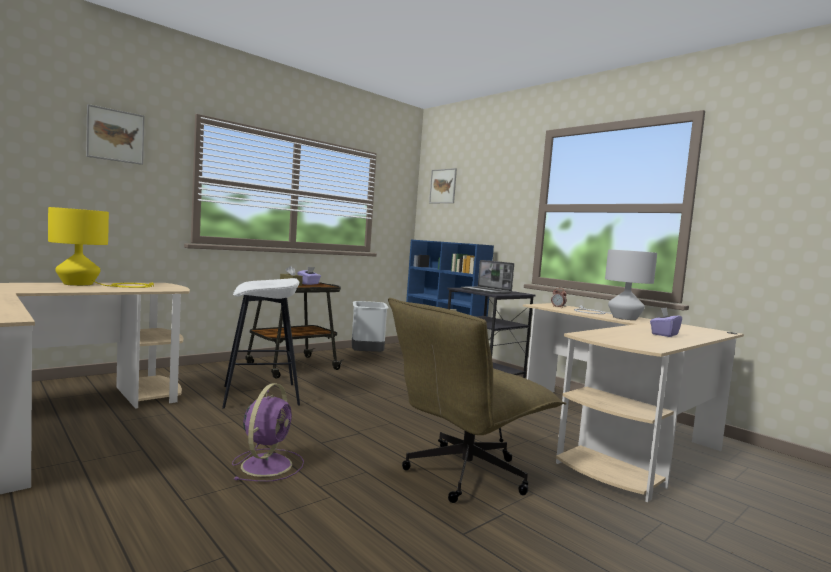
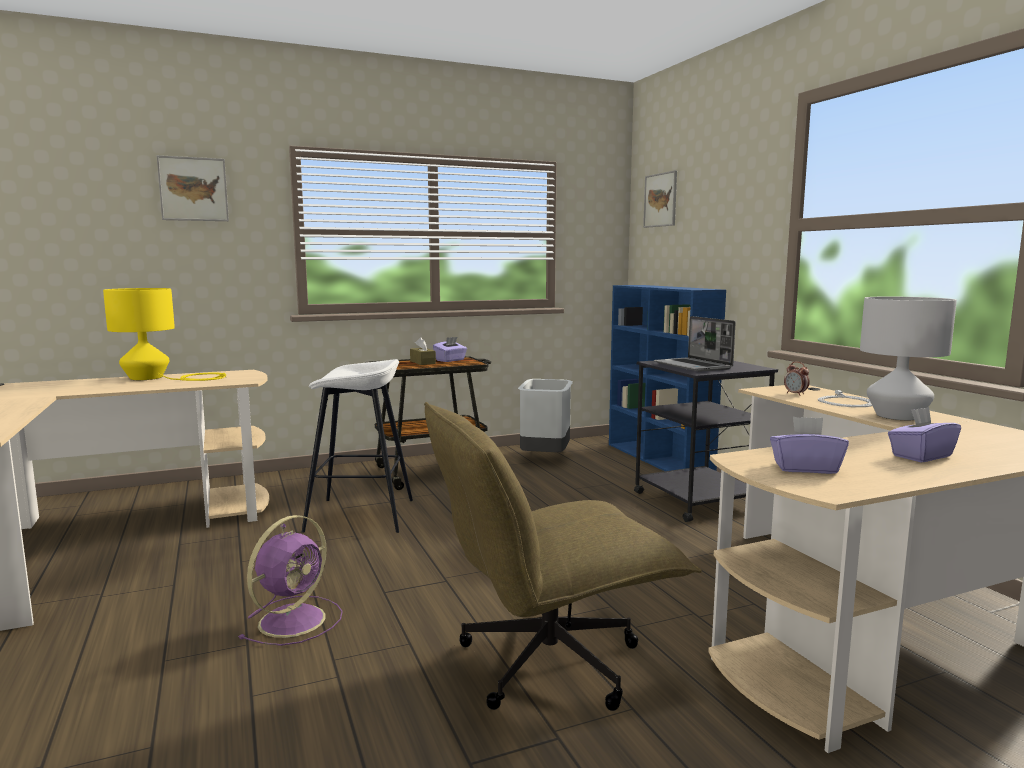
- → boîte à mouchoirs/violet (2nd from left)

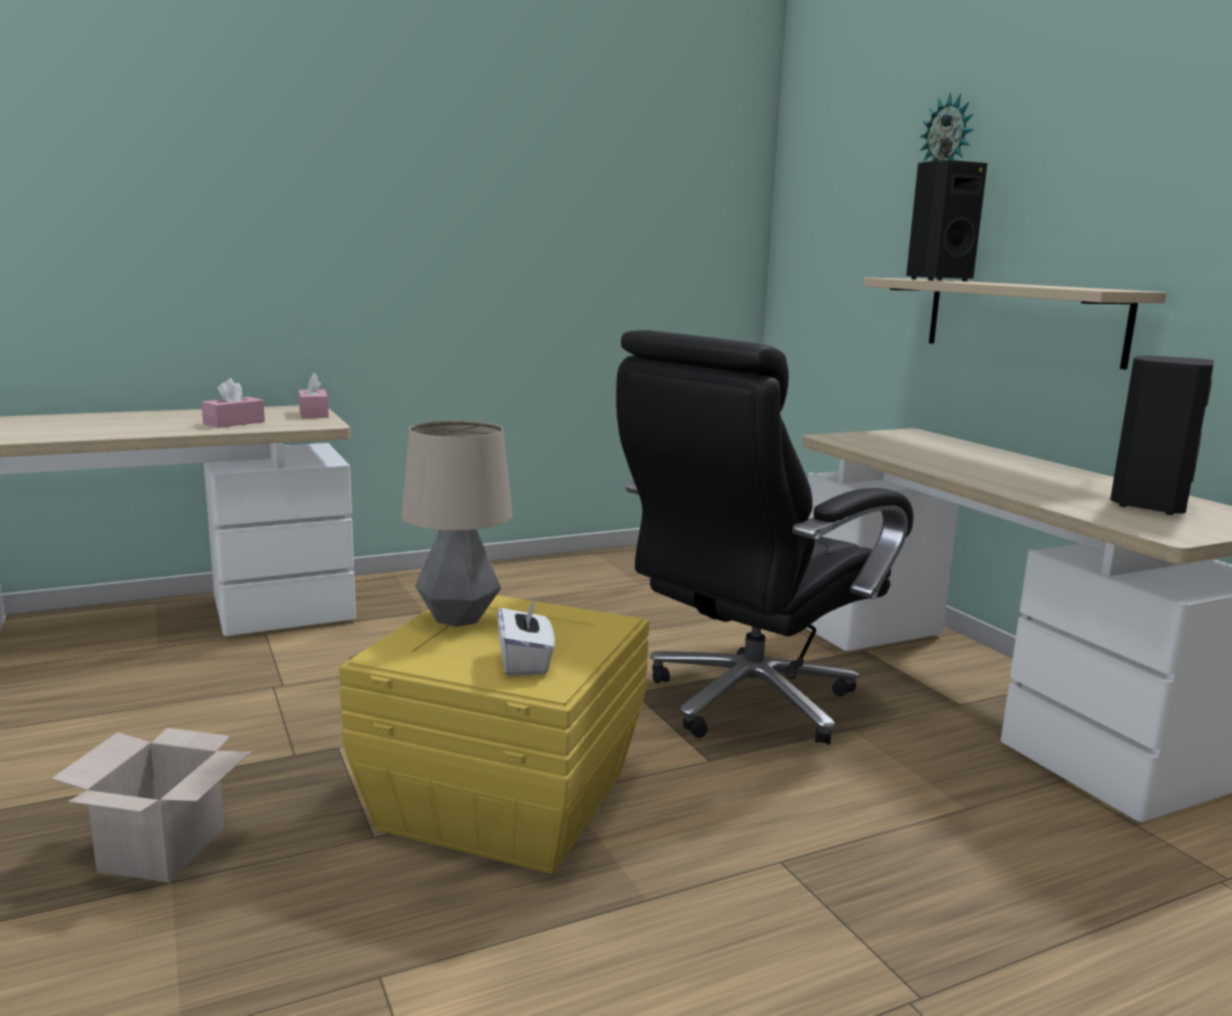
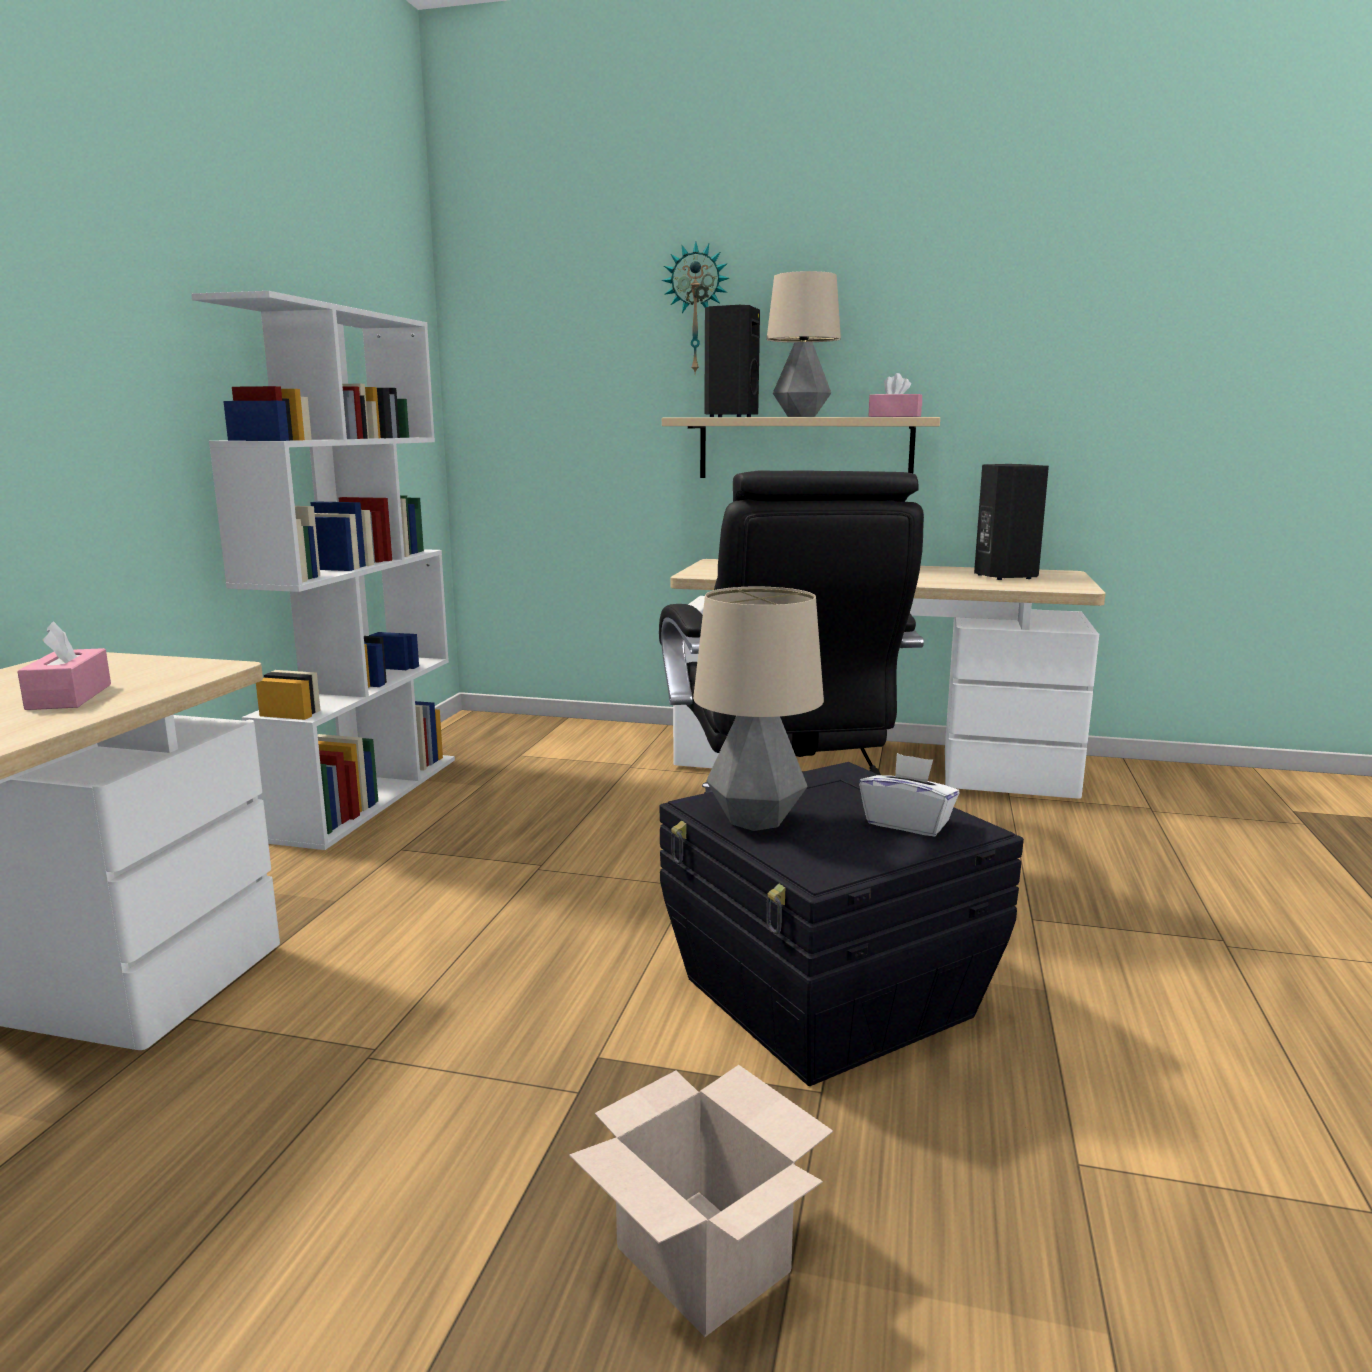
boîte à mouchoirs/rose (2nd from left), move
boîte de rangement/jaune → boîte de rangement/noir
- → bibliothèque/blanc
- → lampe de table (2nd from left)

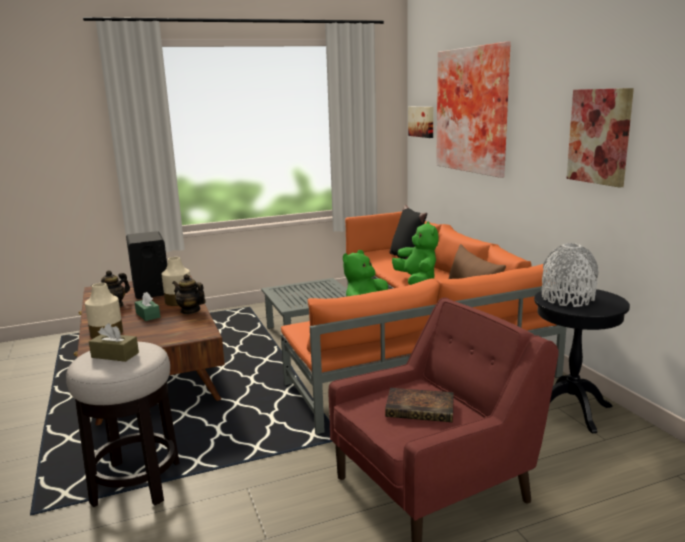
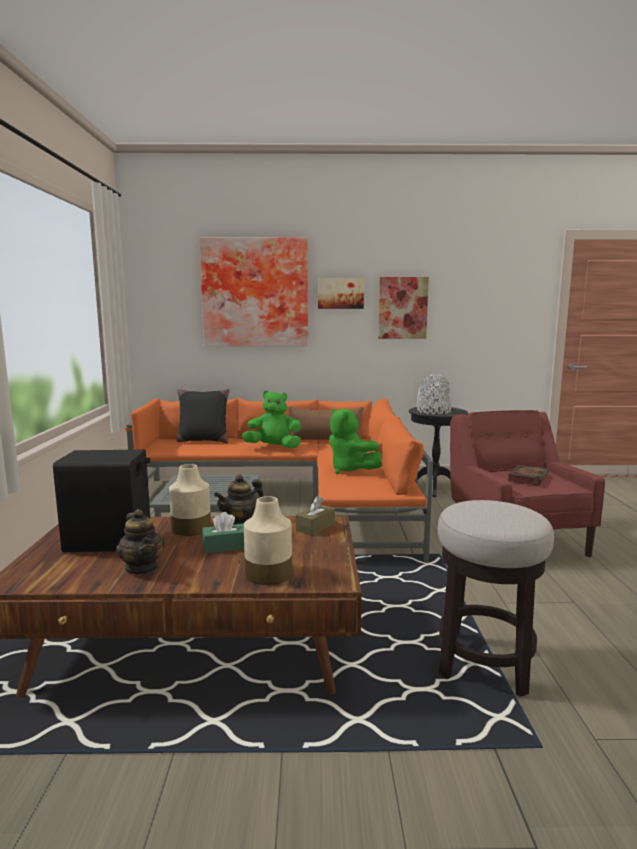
boîte à mouchoirs/marron, move
tableau (1st from left in the first image) → tableau (2nd from left), move

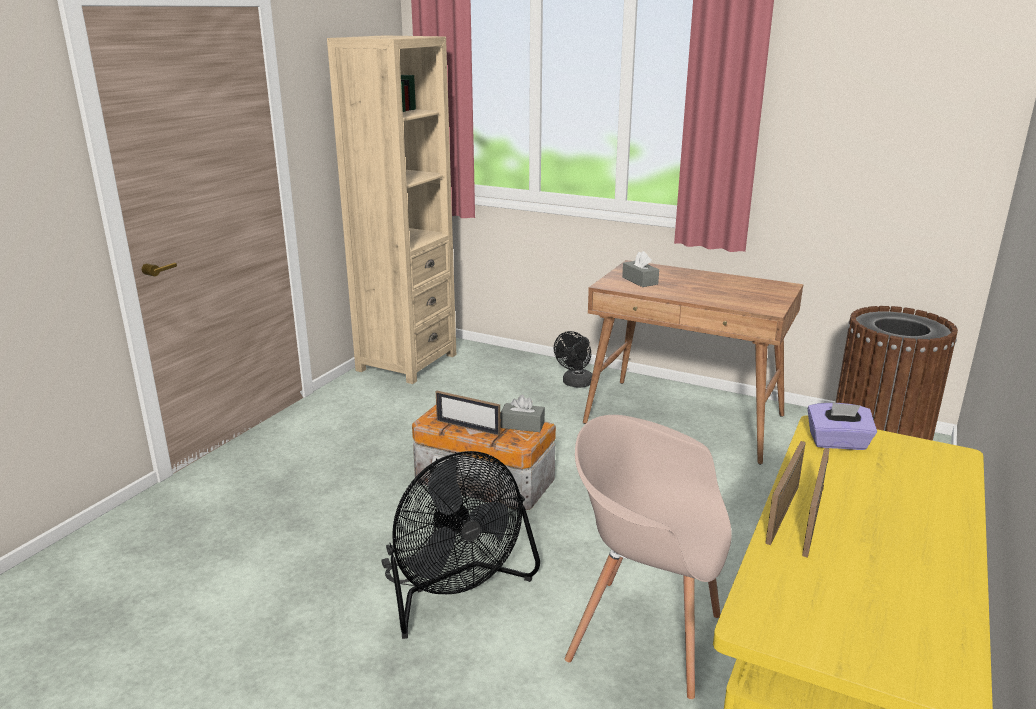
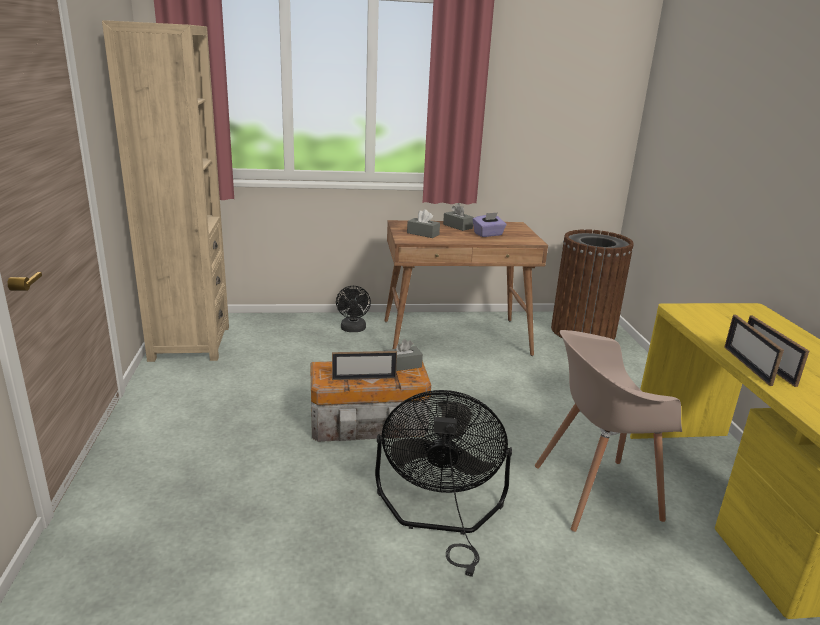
ventilateur/noir (1st from left in the first image) → ventilateur/noir (2nd from left), 105 degrees counterclockwise
boîte à mouchoirs/violet, move
- → boîte à mouchoirs/gris (3rd from left)

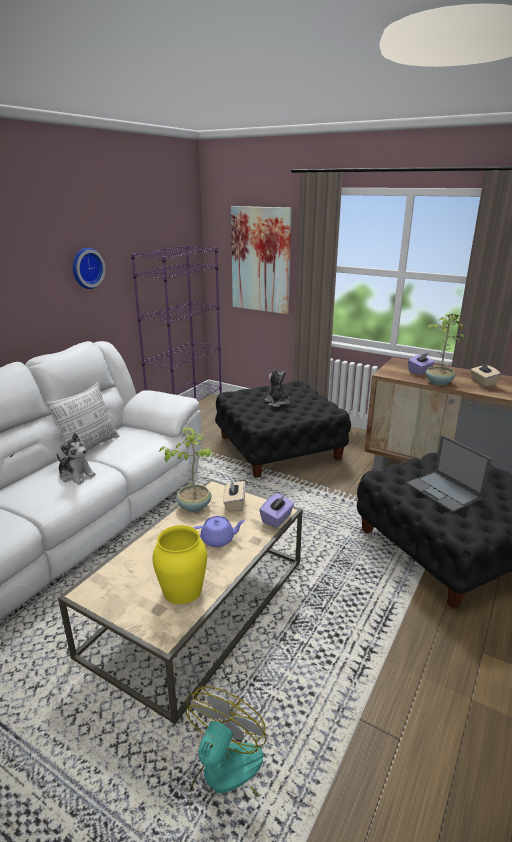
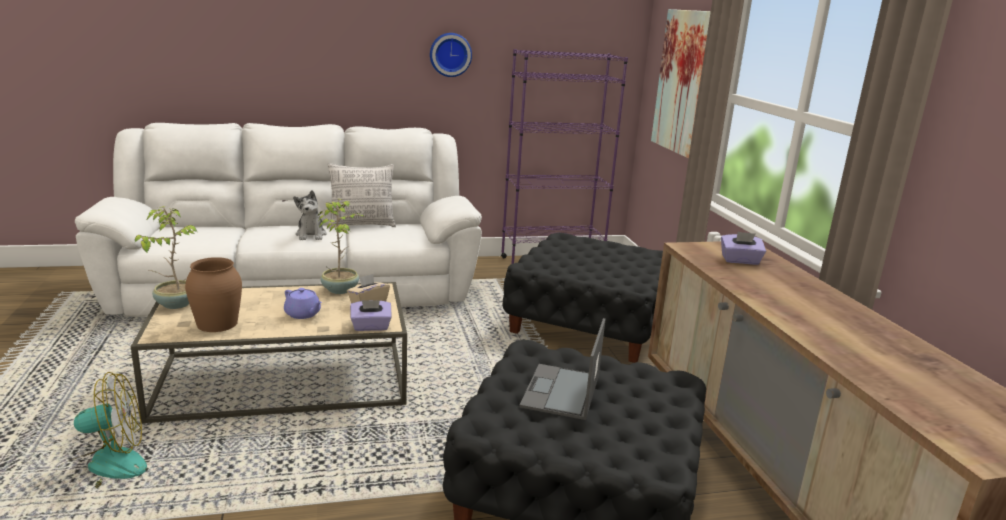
vase/jaune → vase/marron
peluche (2nd from left) → -
plante en pot (2nd from left in the first image) → plante en pot (1st from left), move
boîte à mouchoirs/beige (2nd from left) → -

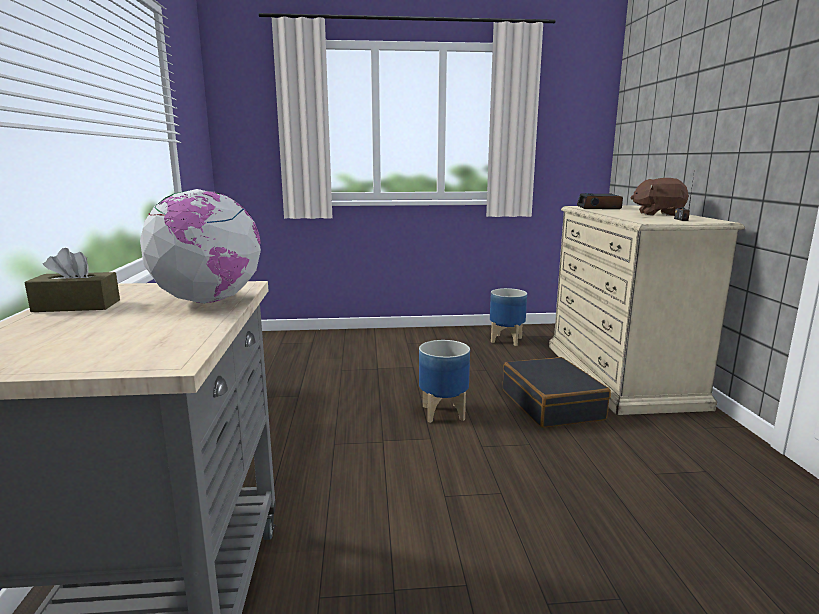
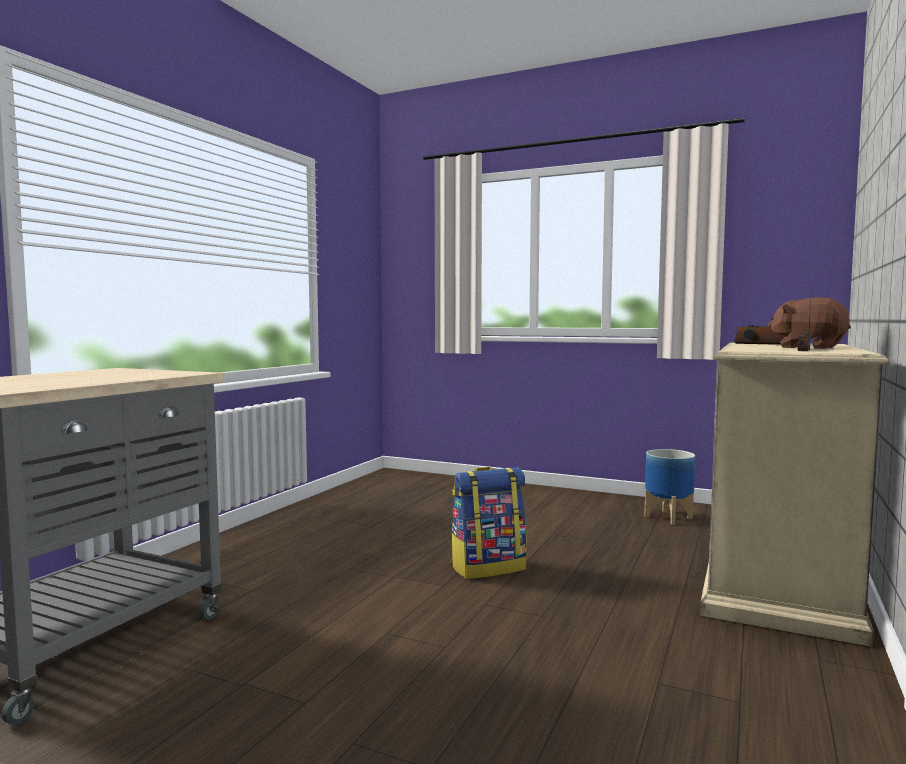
boîte à mouchoirs/marron → -
globe → -
cache-pot (1st from left) → sac à dos
valise/noir → -

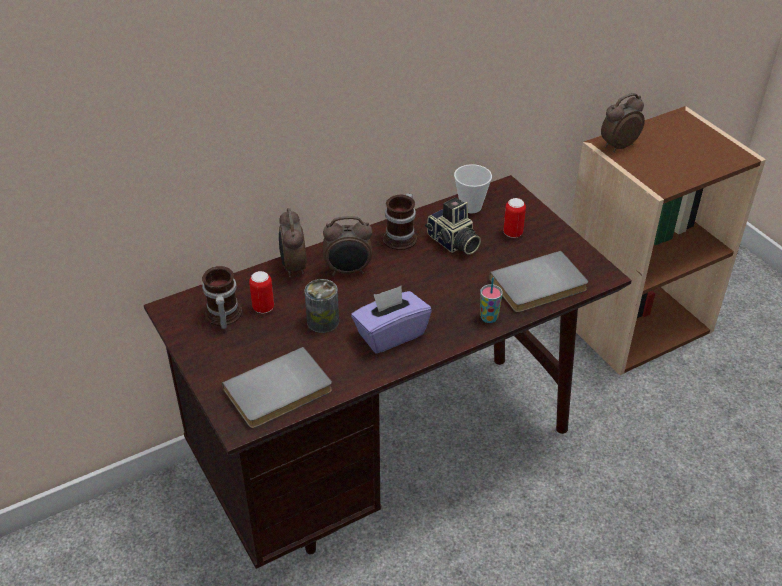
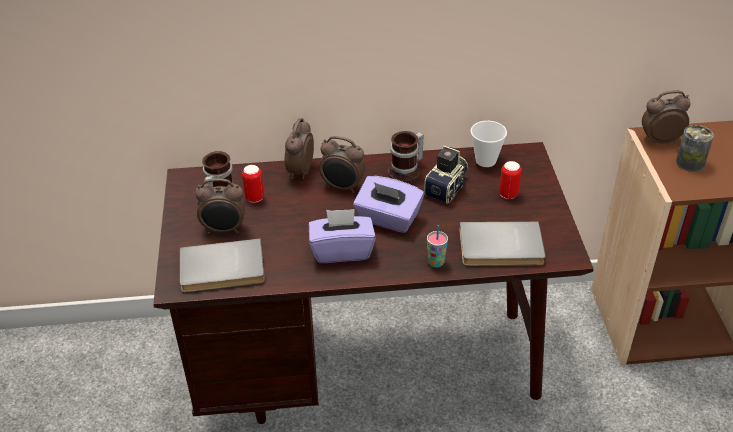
boîte métallique (2nd from left in the first image) → boîte métallique (3rd from left), move
appareil photo, 135 degrees counterclockwise
- → réveil (1st from left)
- → boîte à mouchoirs/violet (2nd from left)

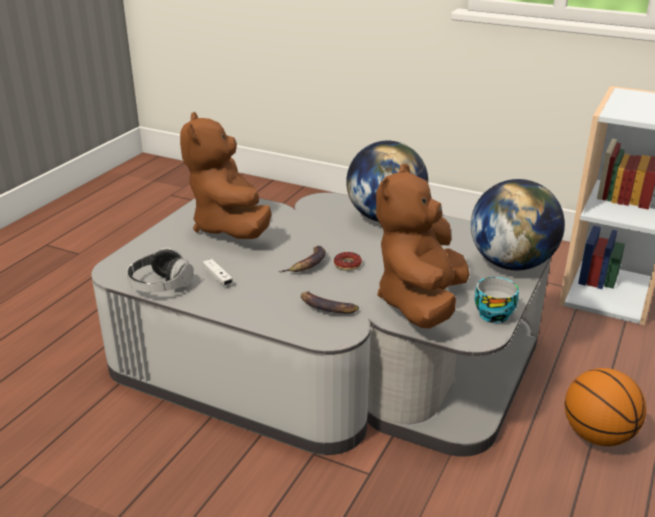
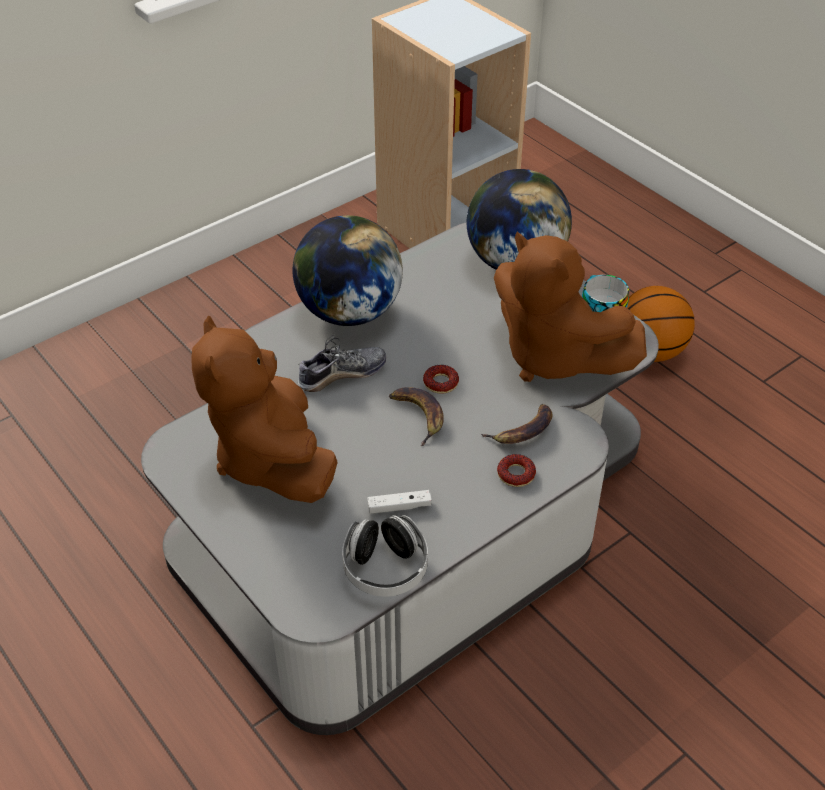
peluche/marron (1st from left), 60 degrees clockwise
- → chaussure
- → beignet (2nd from left)

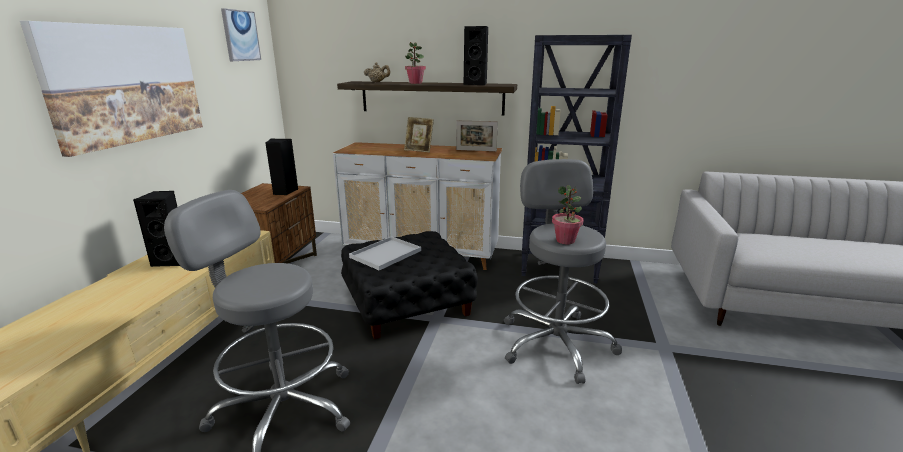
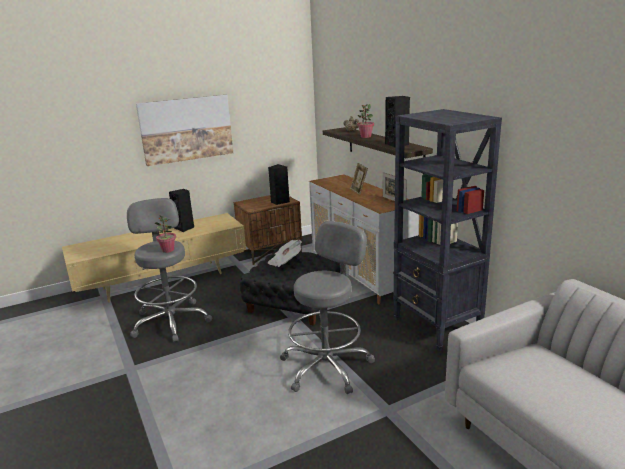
tableau (2nd from left) → -
plateau/blanc → journal
plante en pot (2nd from left in the first image) → plante en pot (1st from left), move

